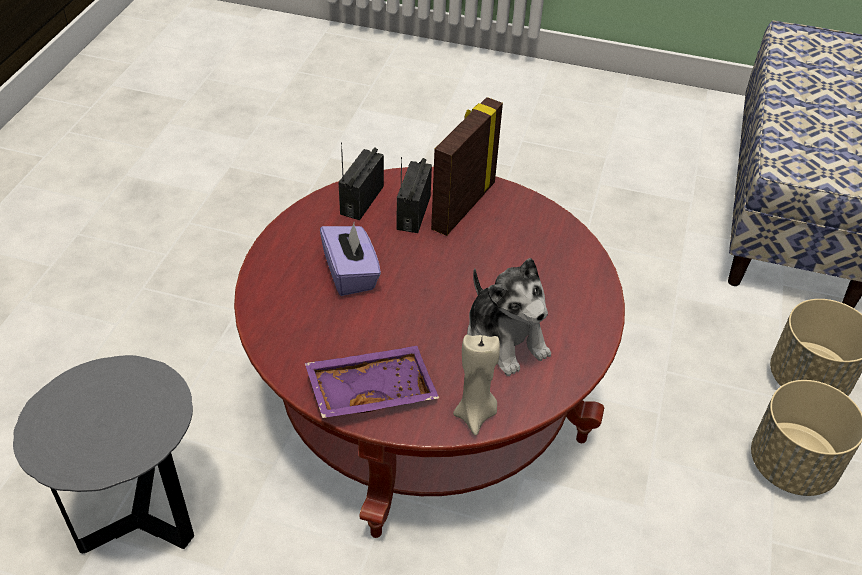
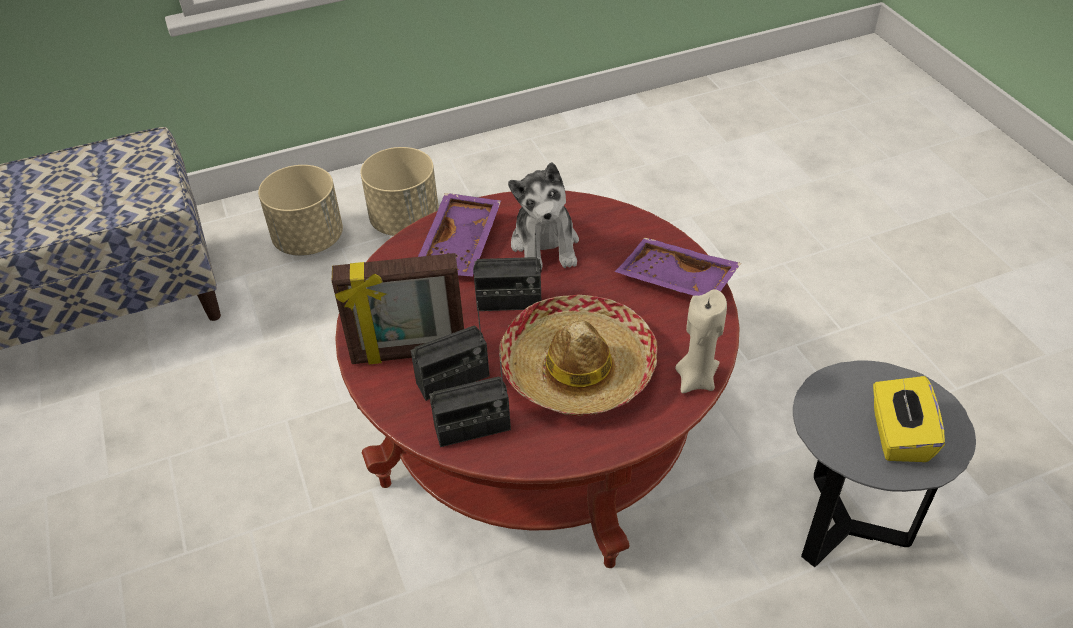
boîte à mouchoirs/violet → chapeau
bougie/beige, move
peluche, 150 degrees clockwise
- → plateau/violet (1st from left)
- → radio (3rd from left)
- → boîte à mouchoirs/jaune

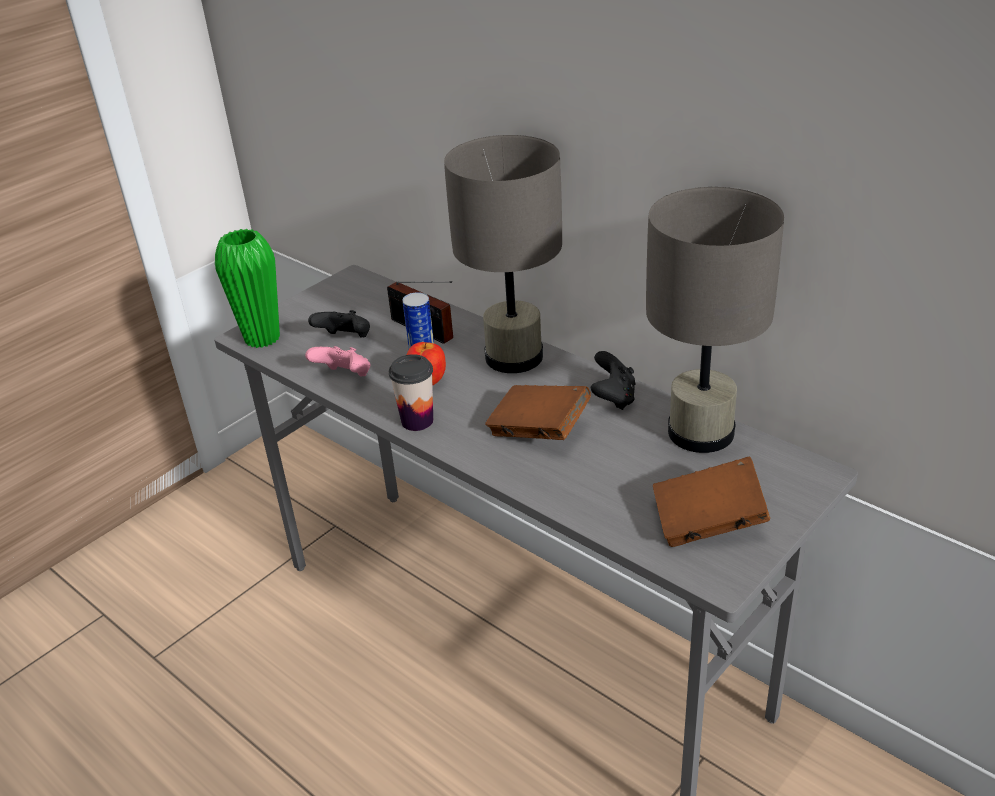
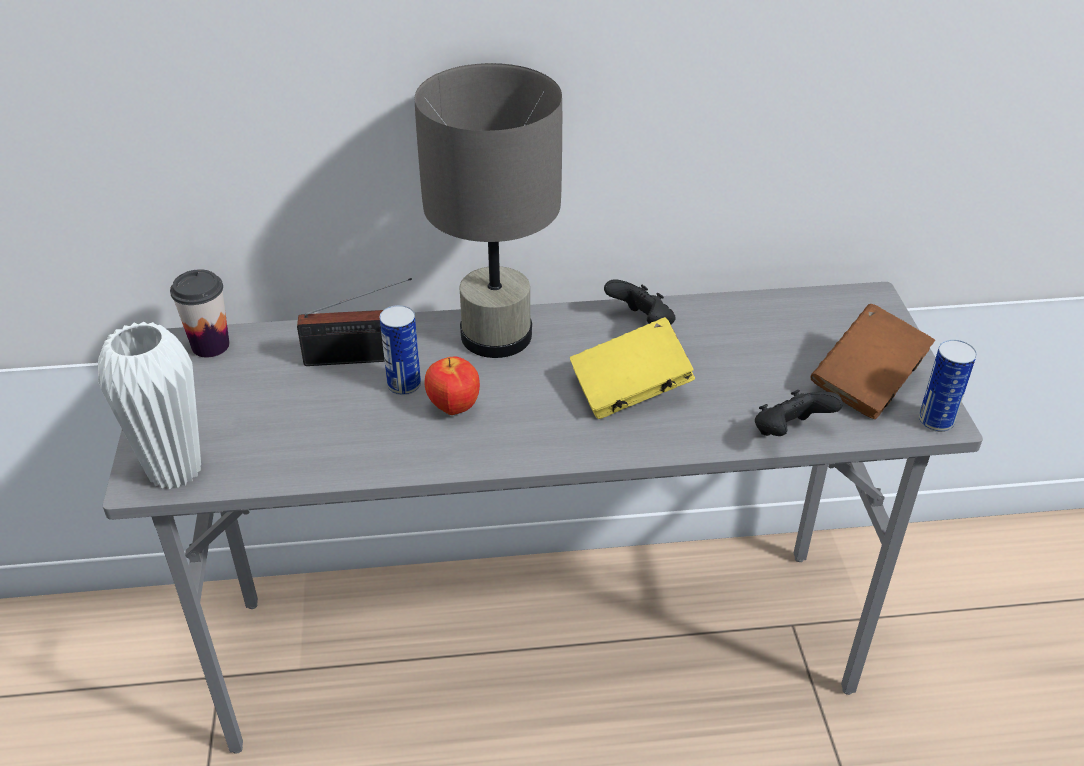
vase/vert → vase/blanc
manette/rose → -
manette/noir (1st from left in the first image) → manette/noir (2nd from left), move
tasse, move
livre/marron (1st from left) → livre/jaune
lampe de table/gris (2nd from left) → -
- → boîte métallique (2nd from left)

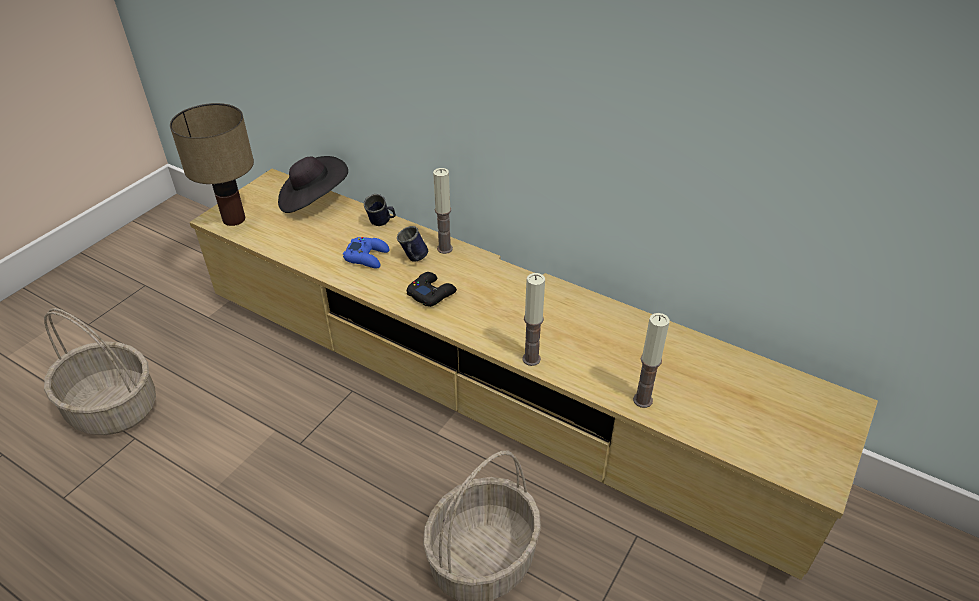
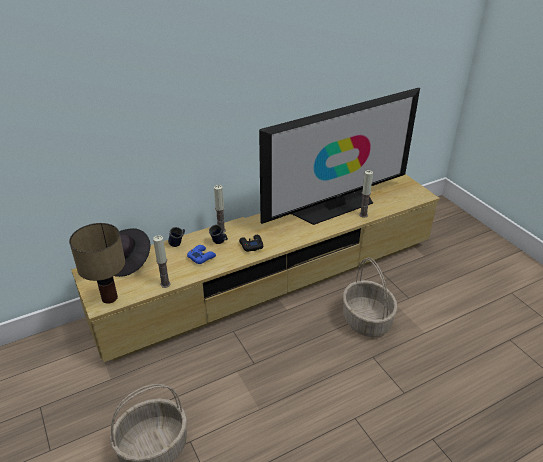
bougie (2nd from left in the first image) → bougie (1st from left), move
- → téléviseur

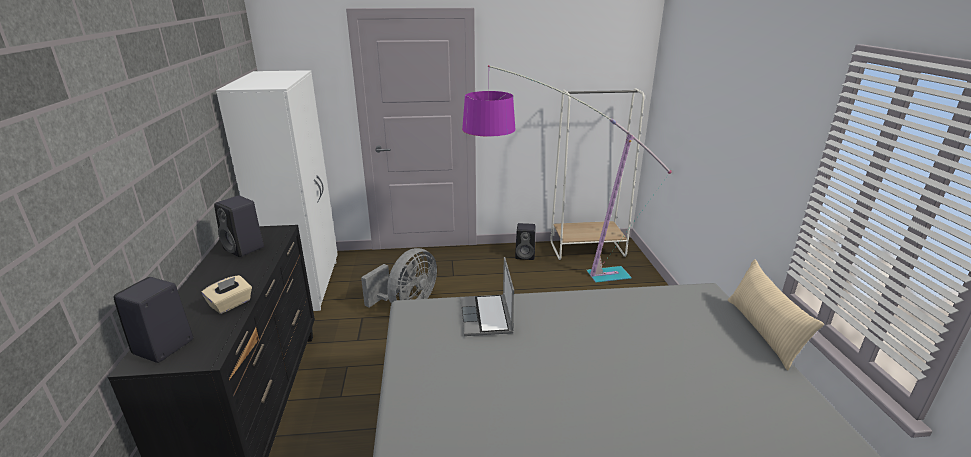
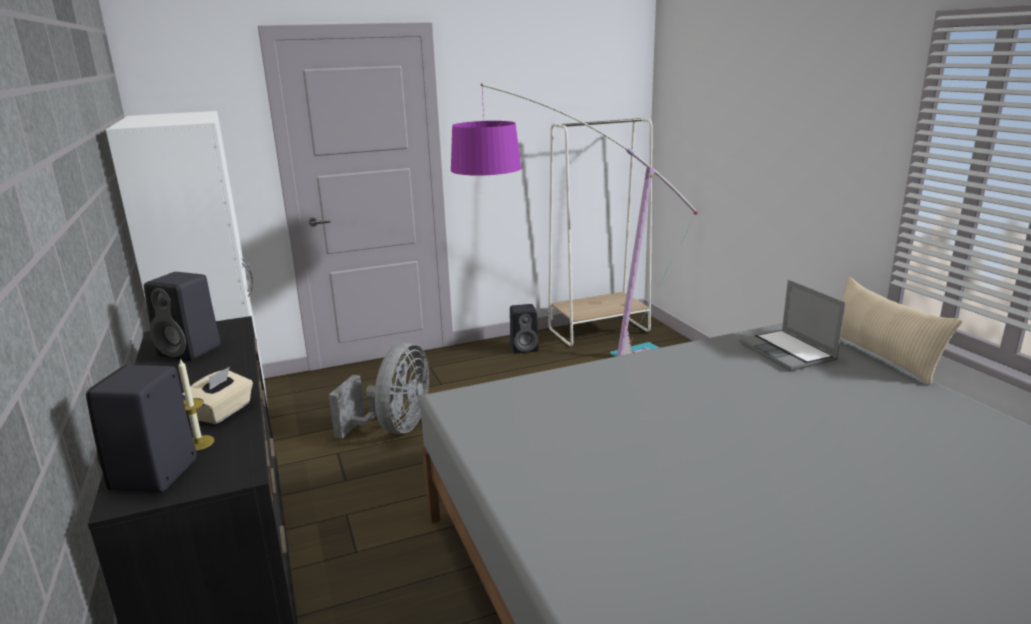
ordinateur portable, move
- → bougie

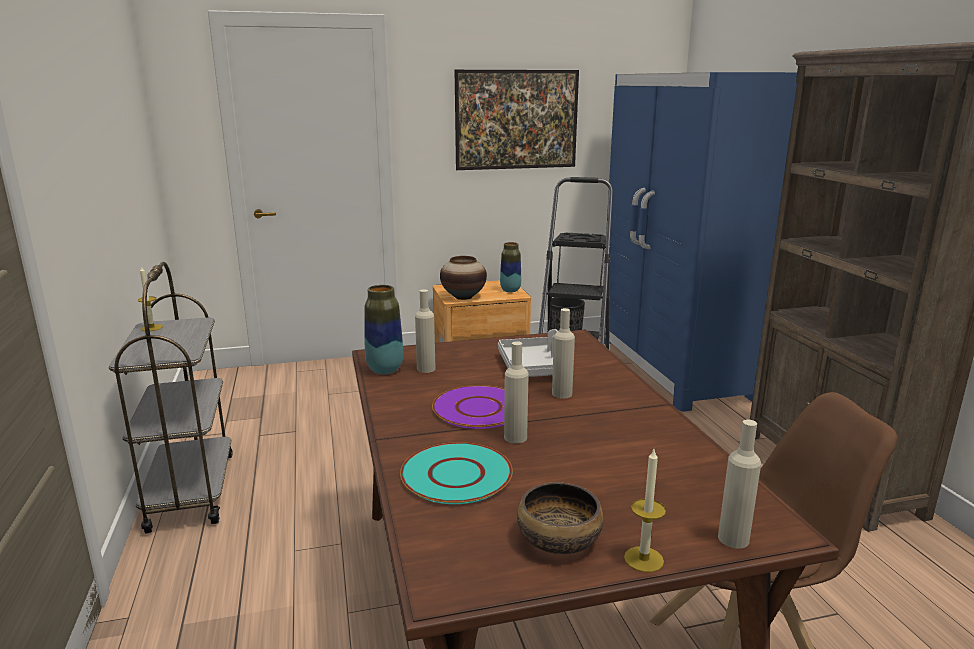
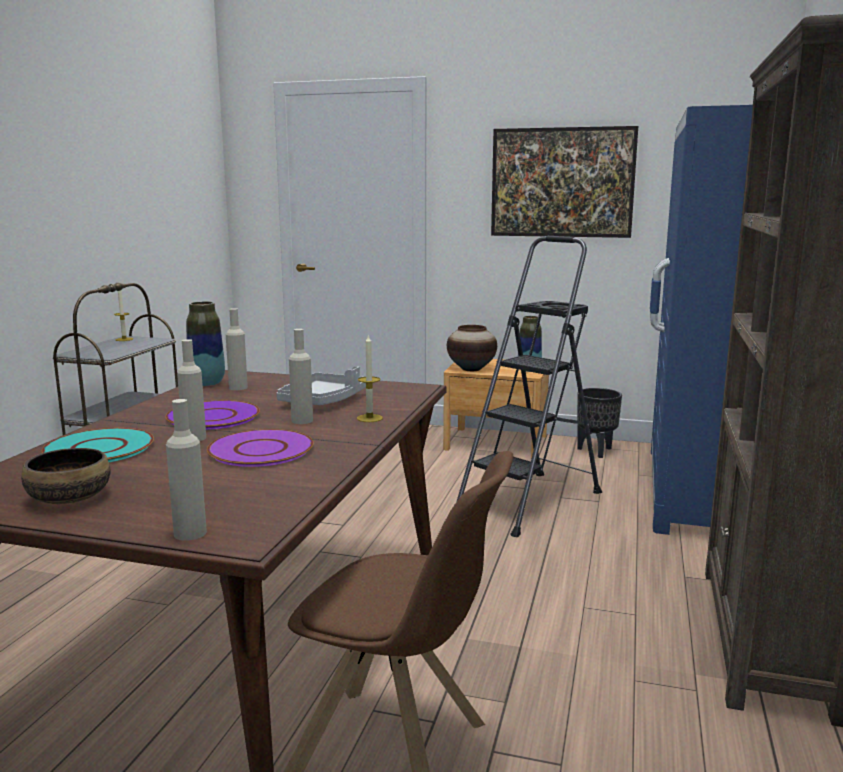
bougie (2nd from left), move
- → assiette/violet (2nd from left)

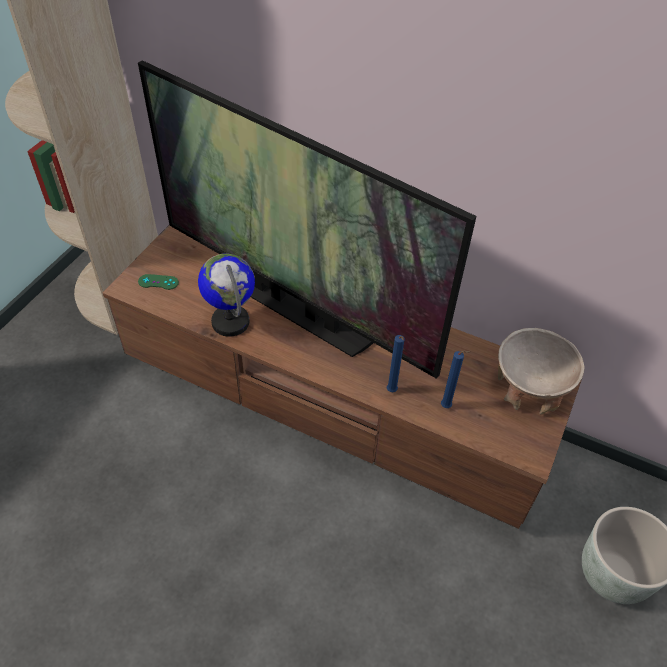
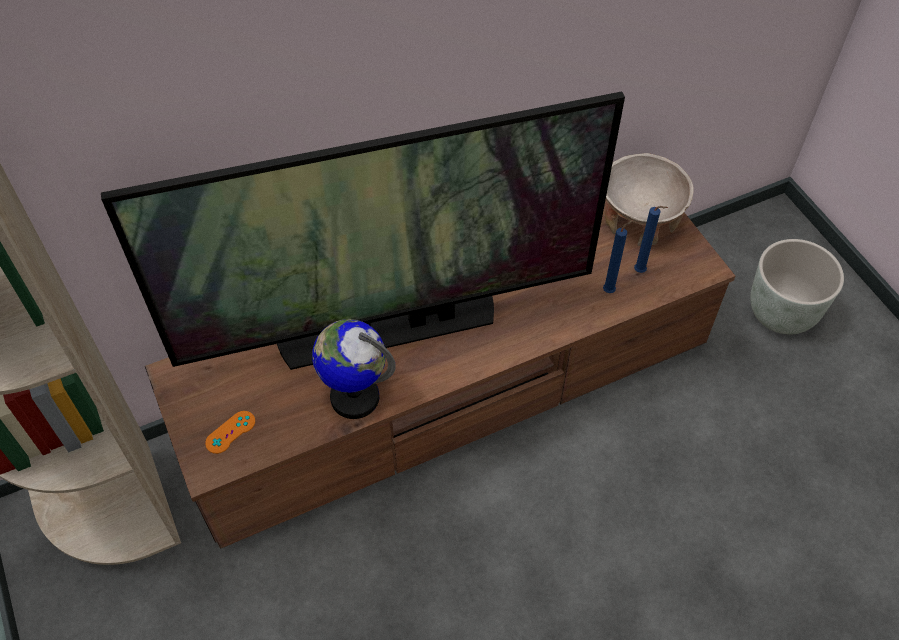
manette/vert → manette/orange
bougie/bleu (1st from left in the first image) → bougie/bleu (2nd from left), move

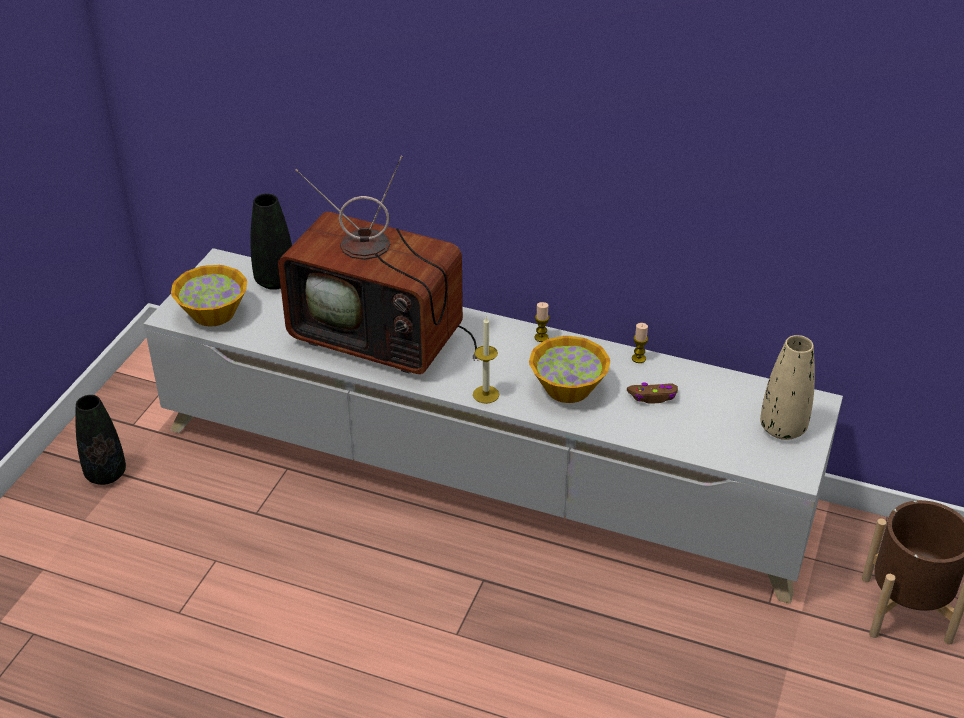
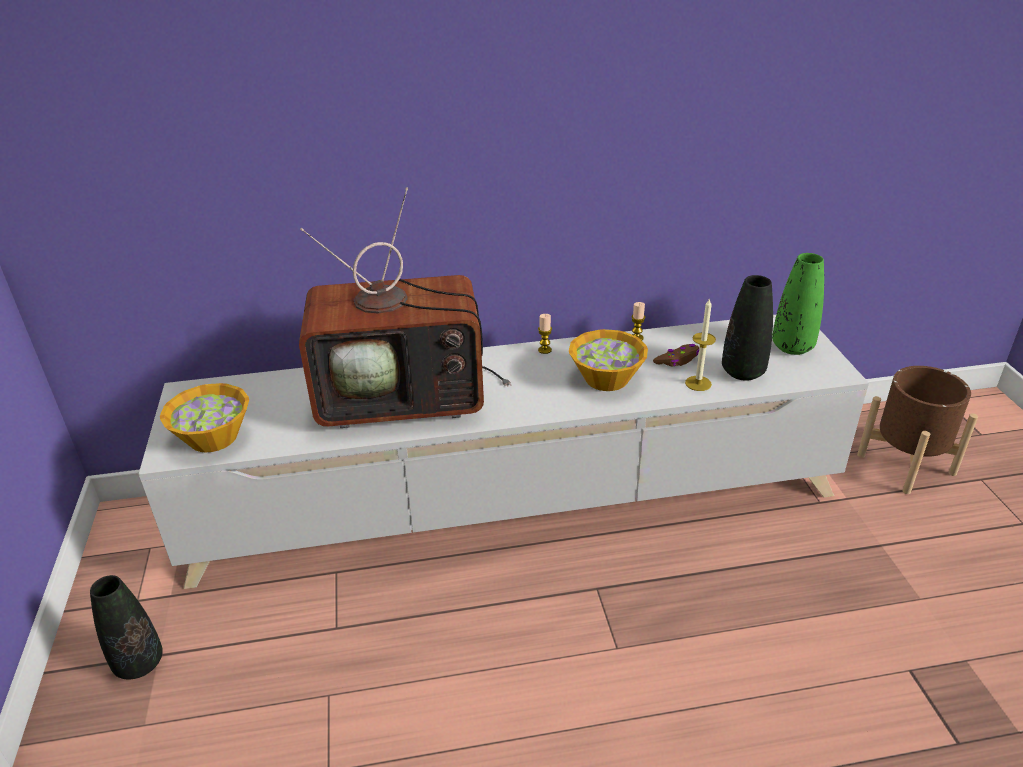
vase/noir (2nd from left), move
bougie (1st from left in the first image) → bougie (3rd from left), move
vase/beige → vase/vert

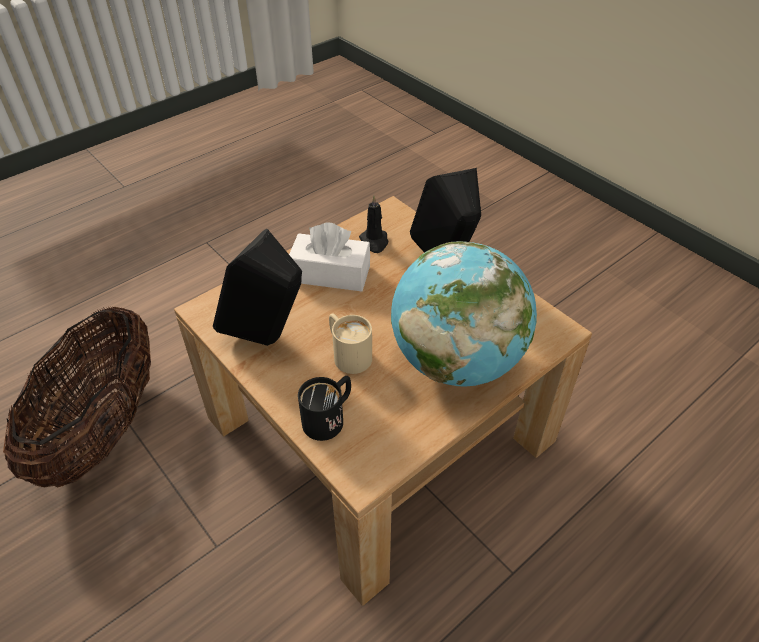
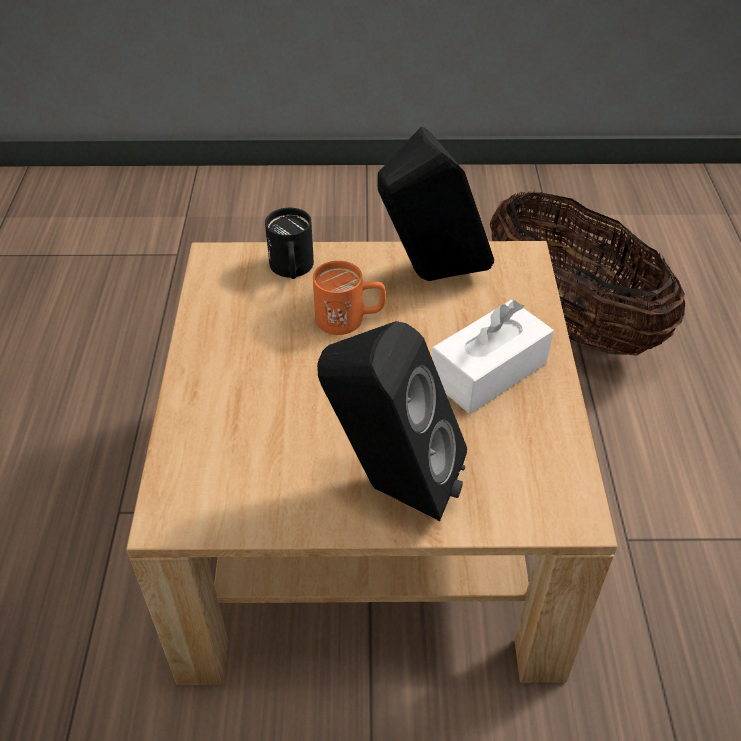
mug/beige → mug/orange
bougie/noir → -
globe → -

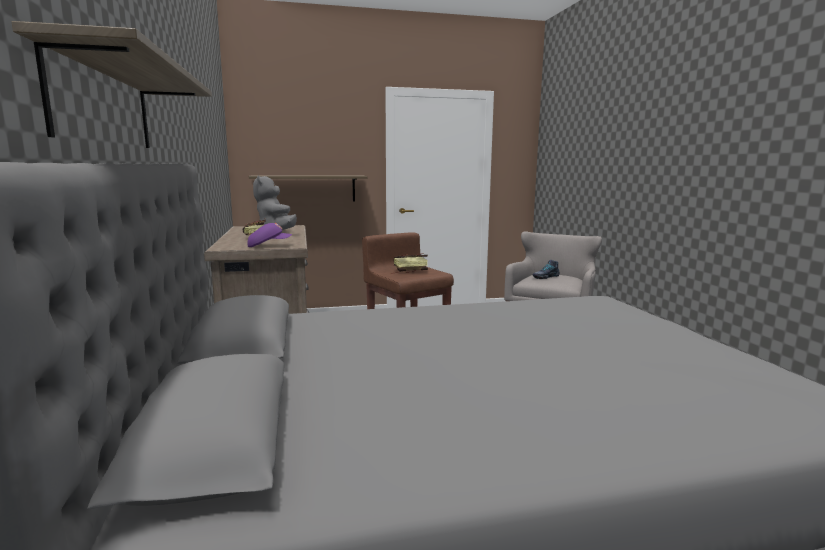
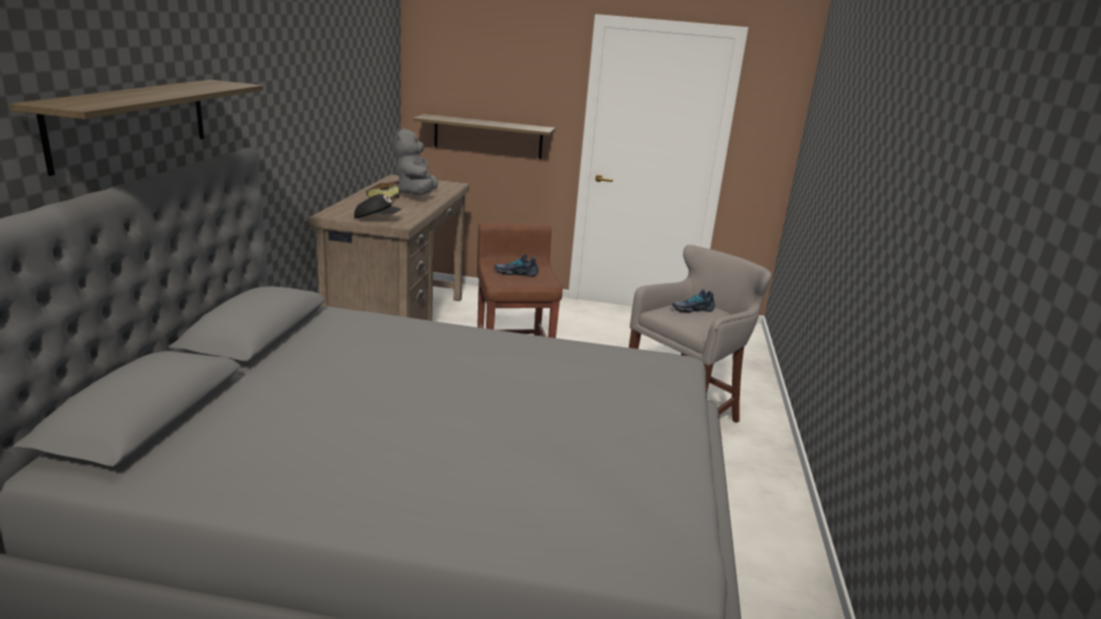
casquette/violet → casquette/noir
livre (2nd from left) → chaussure (1st from left)

